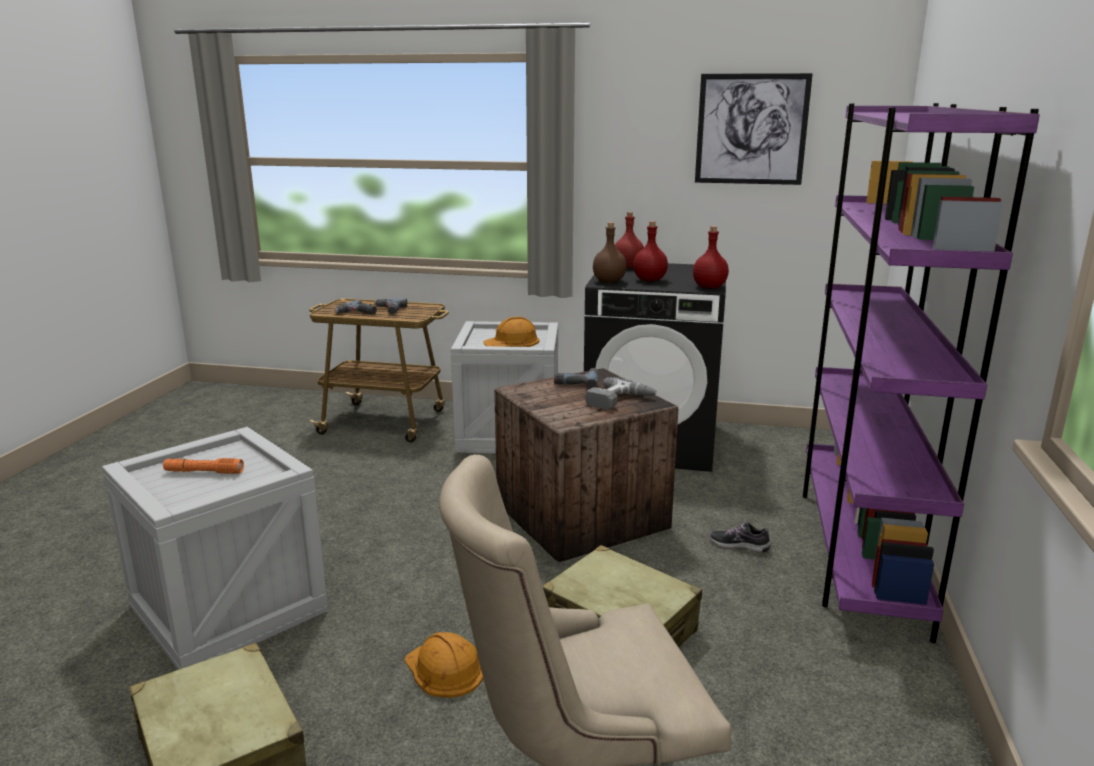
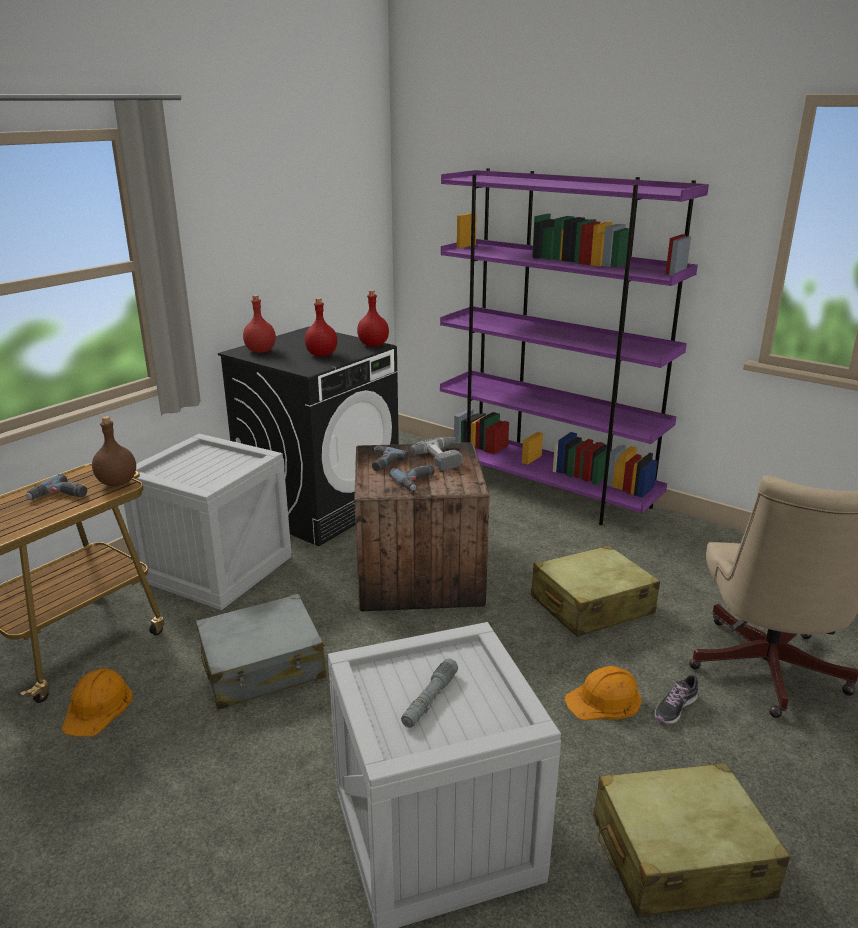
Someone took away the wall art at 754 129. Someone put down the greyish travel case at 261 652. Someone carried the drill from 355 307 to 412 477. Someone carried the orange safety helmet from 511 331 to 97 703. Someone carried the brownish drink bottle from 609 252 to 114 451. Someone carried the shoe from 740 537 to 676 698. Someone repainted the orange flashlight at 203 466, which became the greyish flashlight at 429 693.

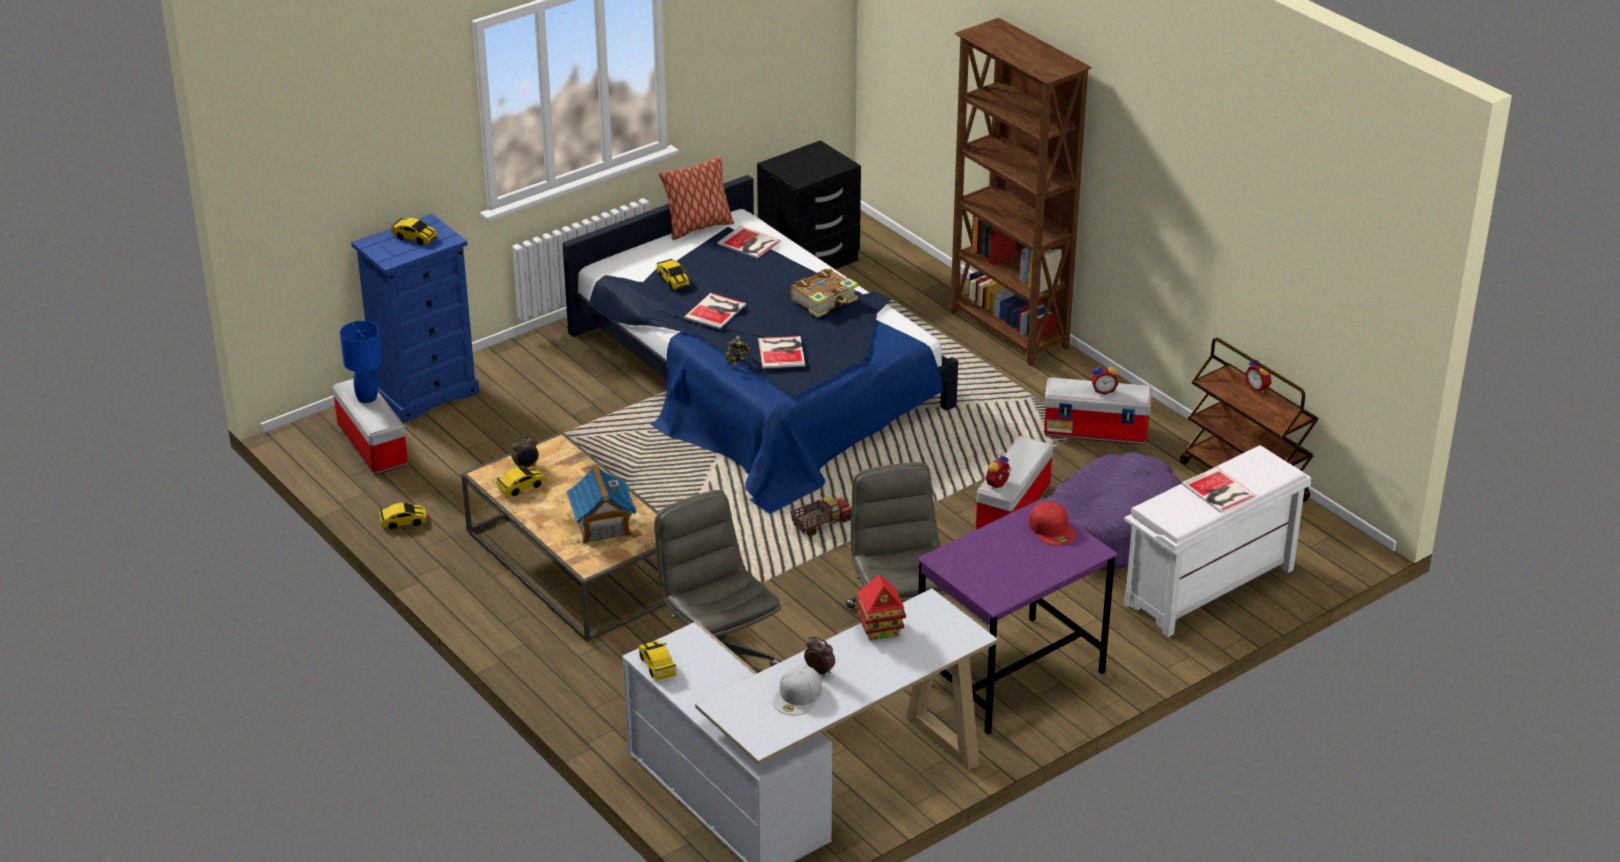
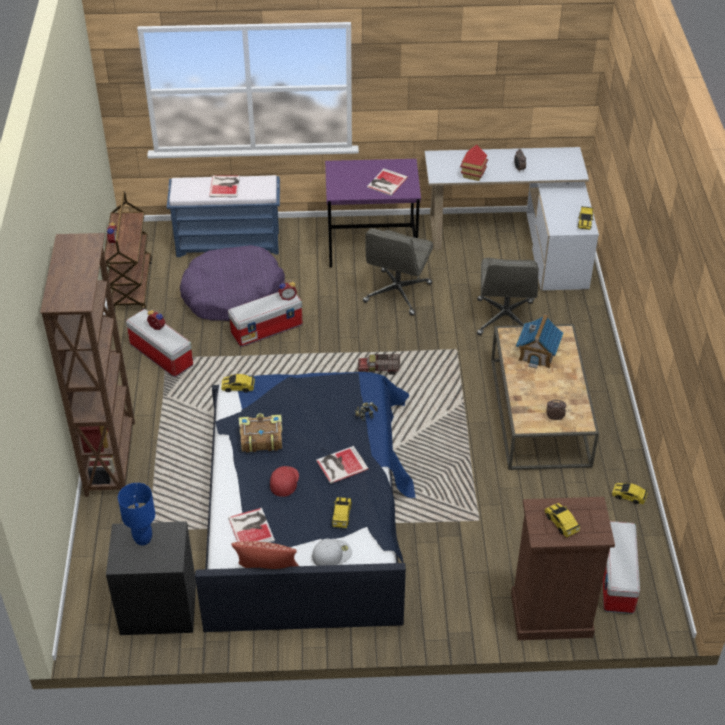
Someone carried the blue-coloured tabletop lamp from 361 362 to 136 514. Someone carried the toy car from 520 481 to 238 383. Someone carried the book from 781 352 to 387 182. Someone carried the white baseball cap from 797 690 to 332 552. Someone carried the red baseball cap from 1052 523 to 284 481. Someone repainted the blue-coloured dresser at 415 318, which became the brownish dresser at 563 568. Someone repainted the white bench at 1217 541, which became the blue-coloured bench at 223 216.

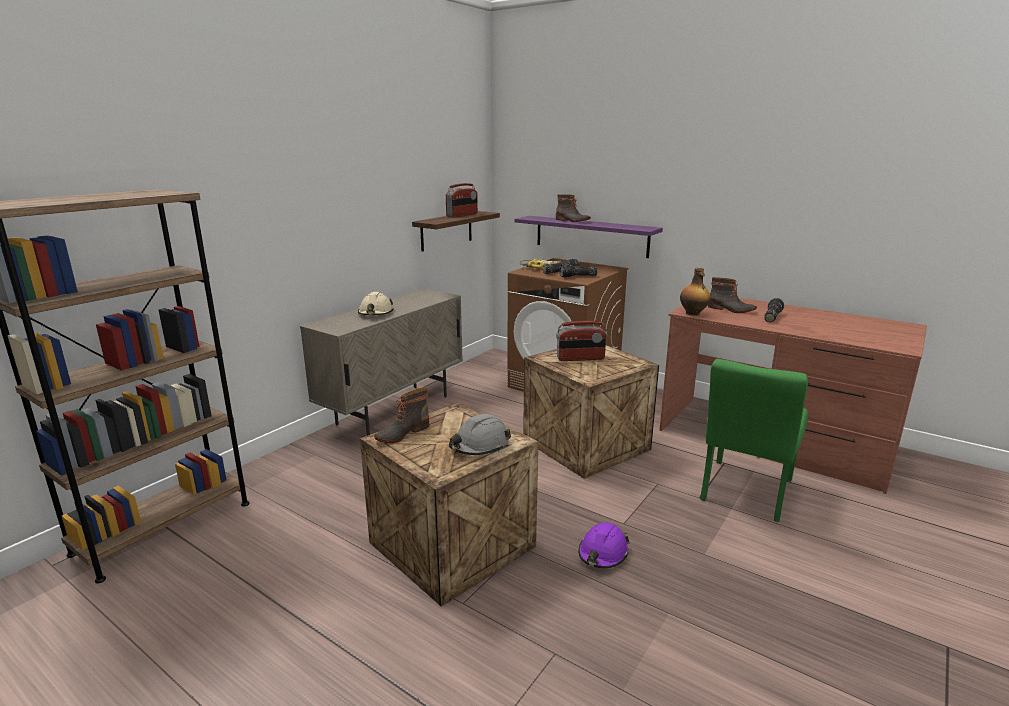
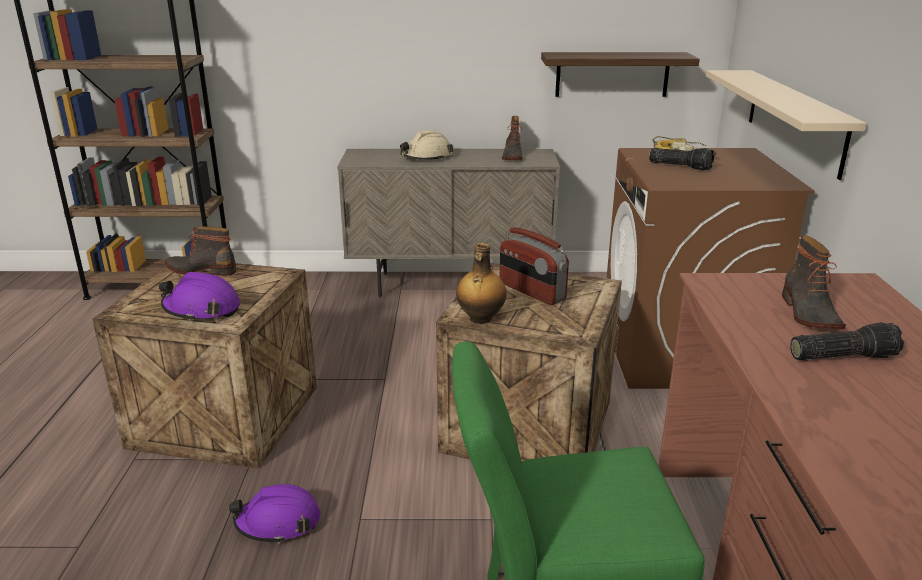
Someone took away the radio receiver at 462 200. Someone took away the flashlight at 578 270. Someone carried the boot from 573 208 to 512 138. Someone carried the drink bottle from 695 292 to 481 283. Someone repainted the greyish safety helmet at 480 434, which became the purple-coloured safety helmet at 199 297. Someone repainted the purple-coloured bracket shelf at 589 237, which became the beige-coloured bracket shelf at 786 125.

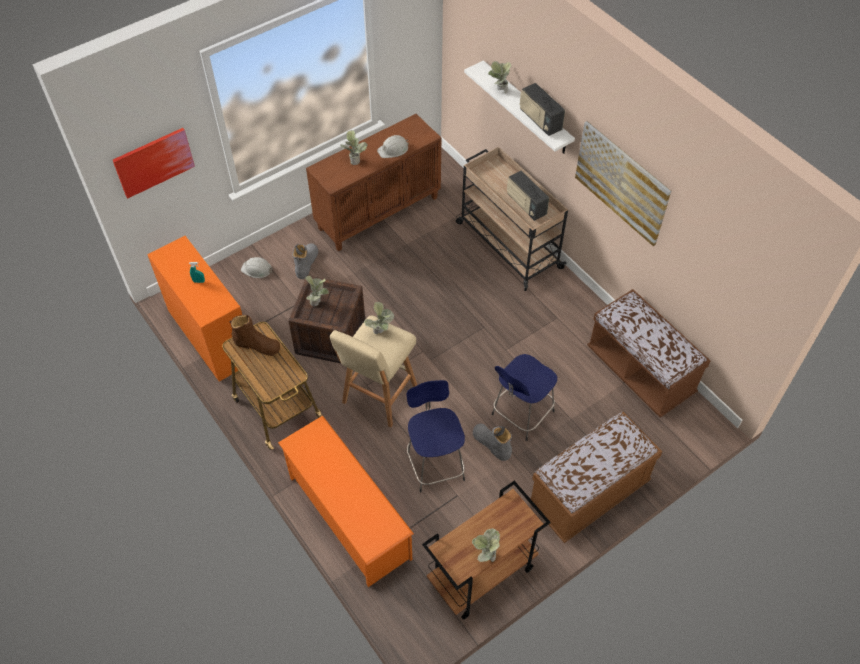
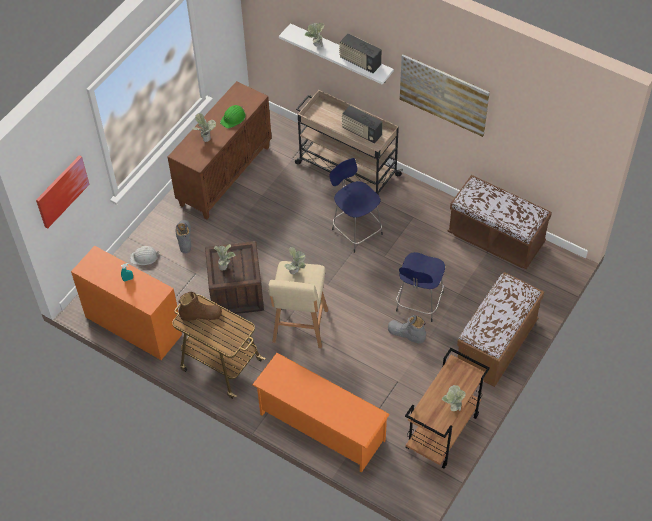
Someone carried the blue-coloured stool seat from 436 436 to 356 205. Someone repainted the white safety helmet at 393 146, which became the green safety helmet at 233 116.

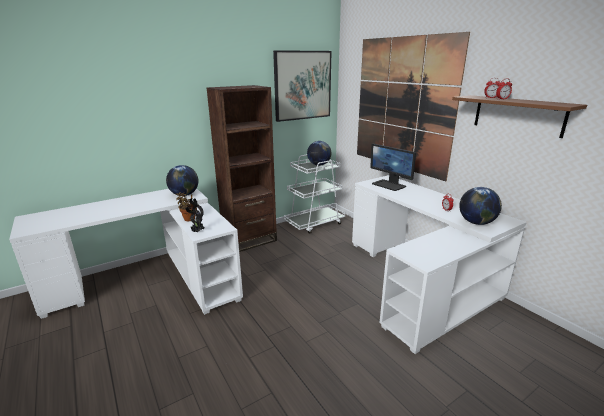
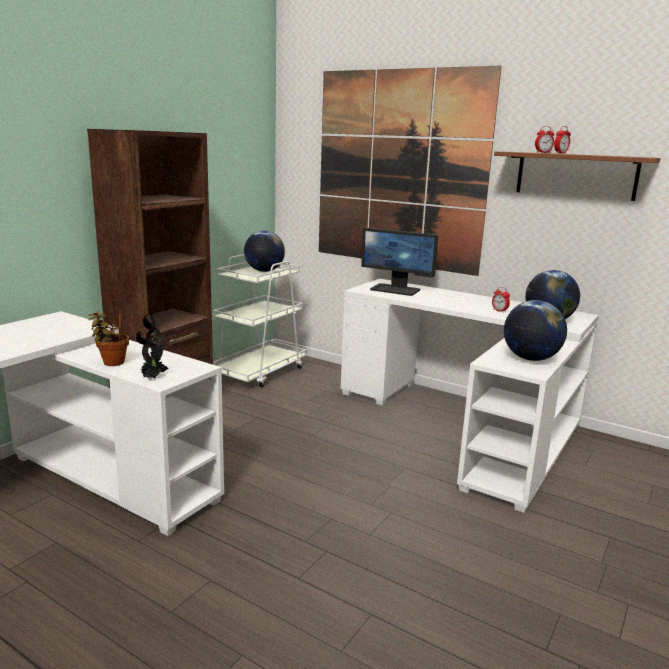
Someone took away the wall art at 302 86. Someone carried the world globe from 182 180 to 535 330.

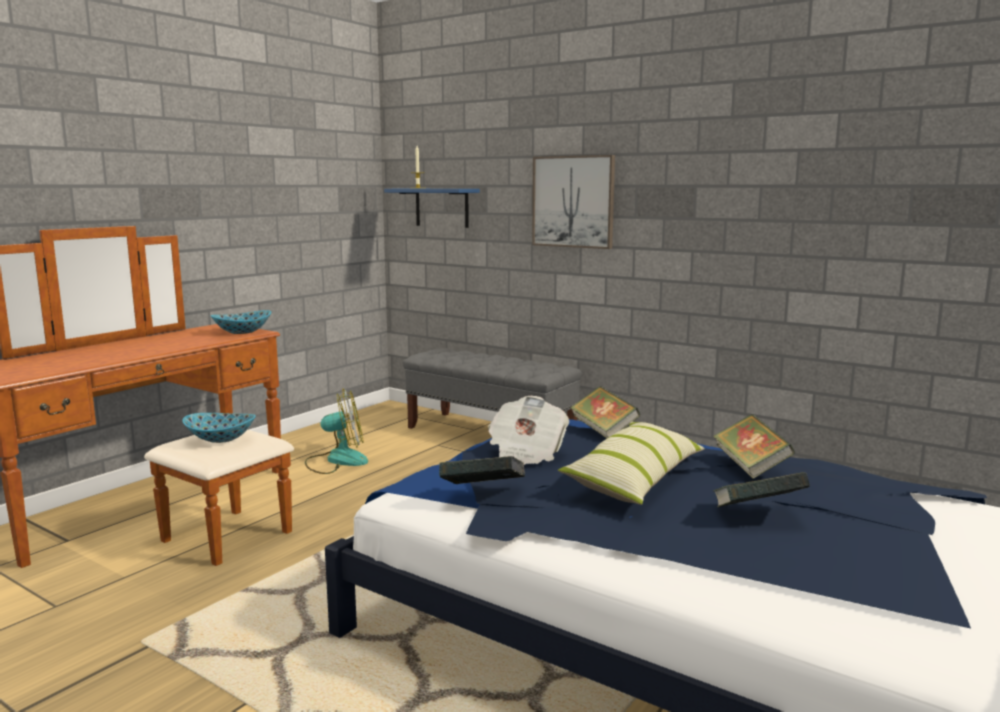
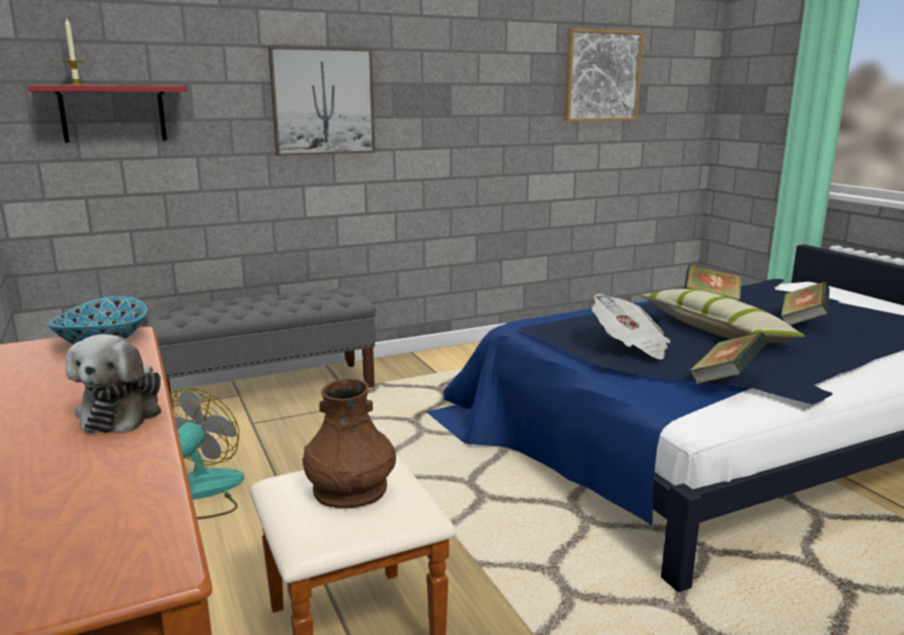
Someone took away the book at 605 412. Someone put down the soft toy at 113 383. Someone put up the wall art at 604 75. Someone swapped the serving bowl at 219 428 for the brownish decorative vase at 349 444. Someone repainted the blue-coloured bracket shelf at 432 208, which became the red bracket shelf at 107 114.

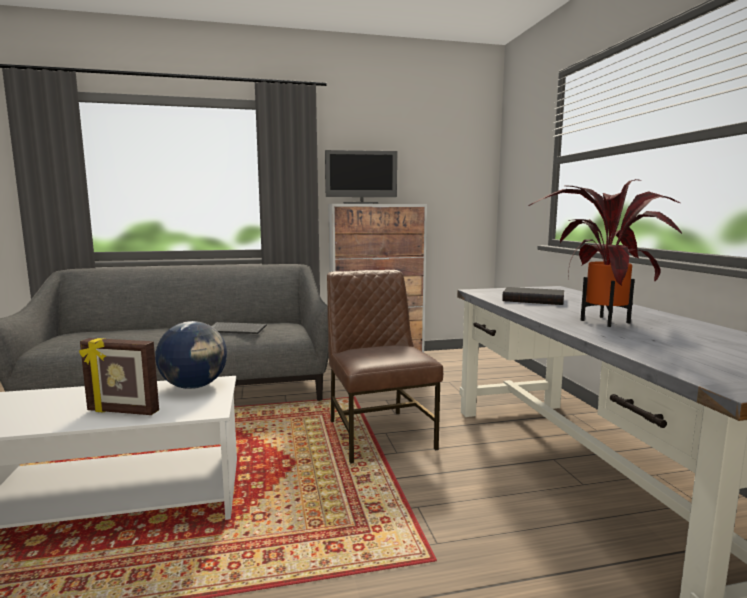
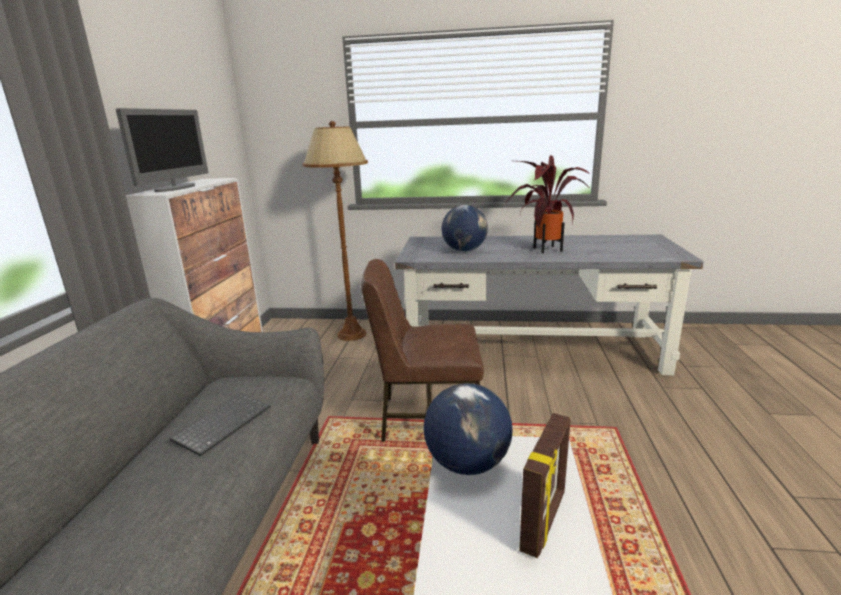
Someone put down the brownish standard lamp at 335 231. Someone swapped the black-coloured book at 533 296 for the world globe at 464 228.

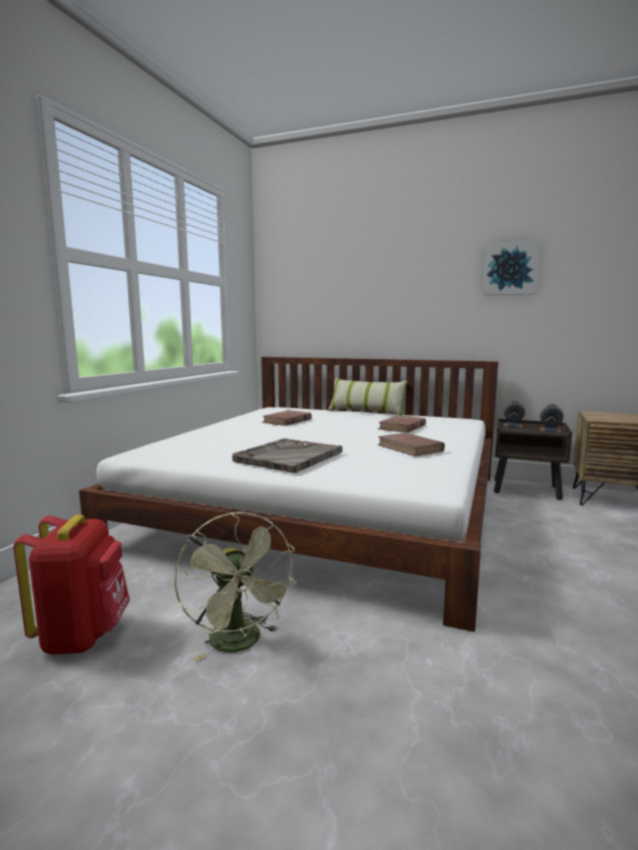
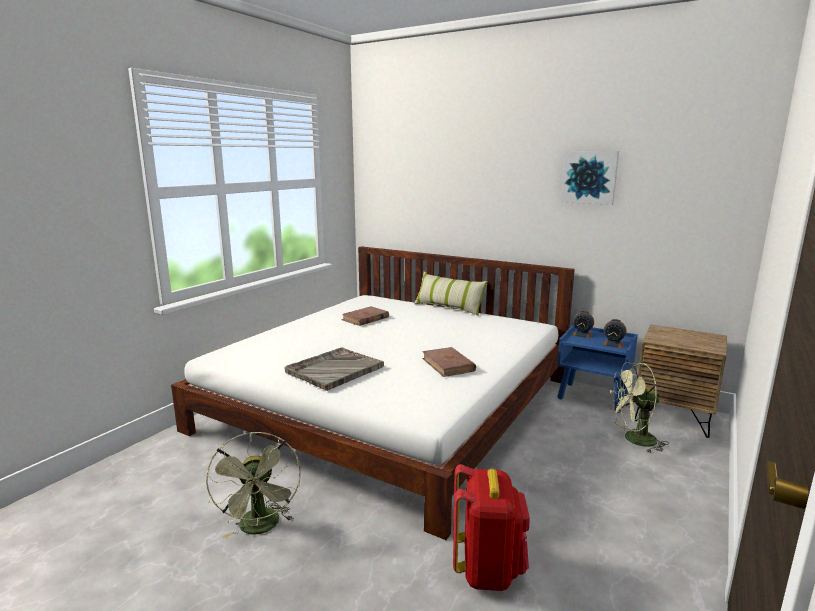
Someone took away the brownish book at 401 424. Someone put down the green electric fan at 639 407. Someone carried the red knapsack from 71 585 to 491 527. Someone repainted the brownish night table at 533 459, which became the blue-coloured night table at 597 368.

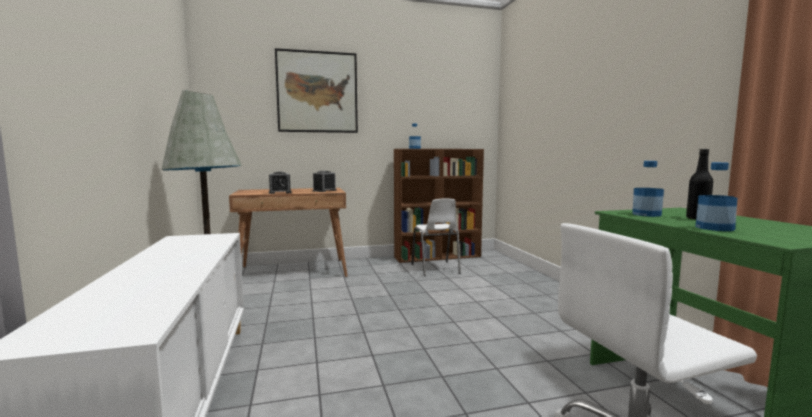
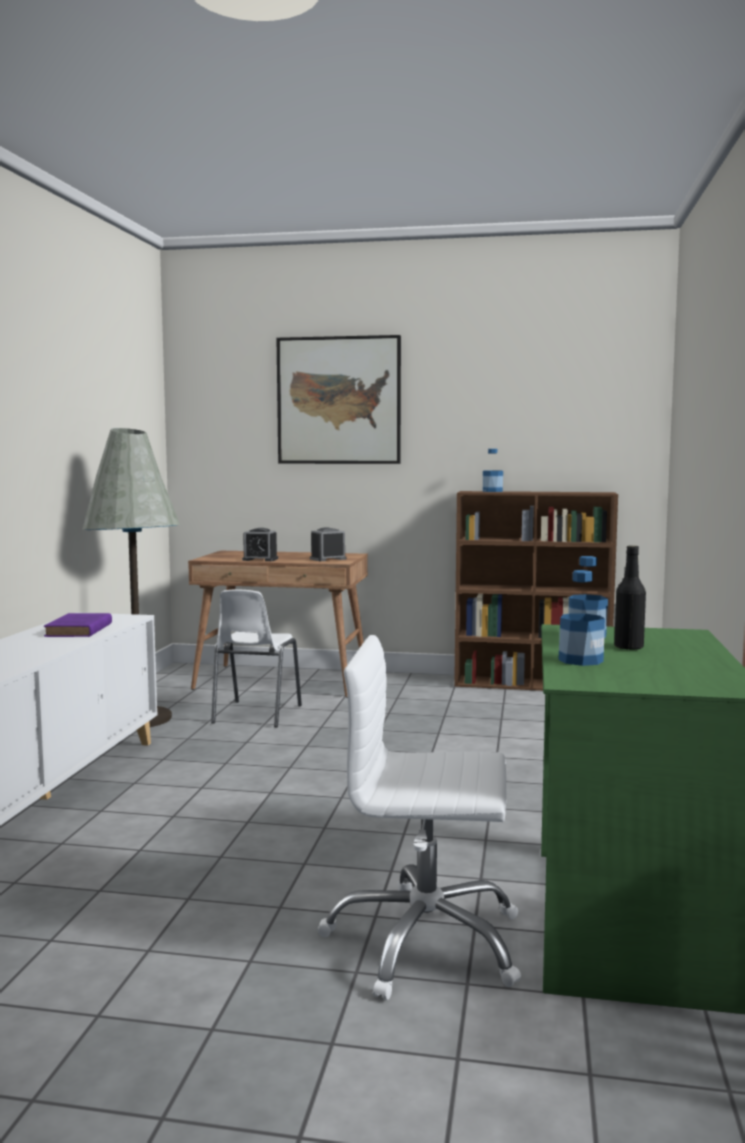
Someone put down the purple-coloured book at 78 625. Someone carried the white chair from 436 237 to 256 658.

